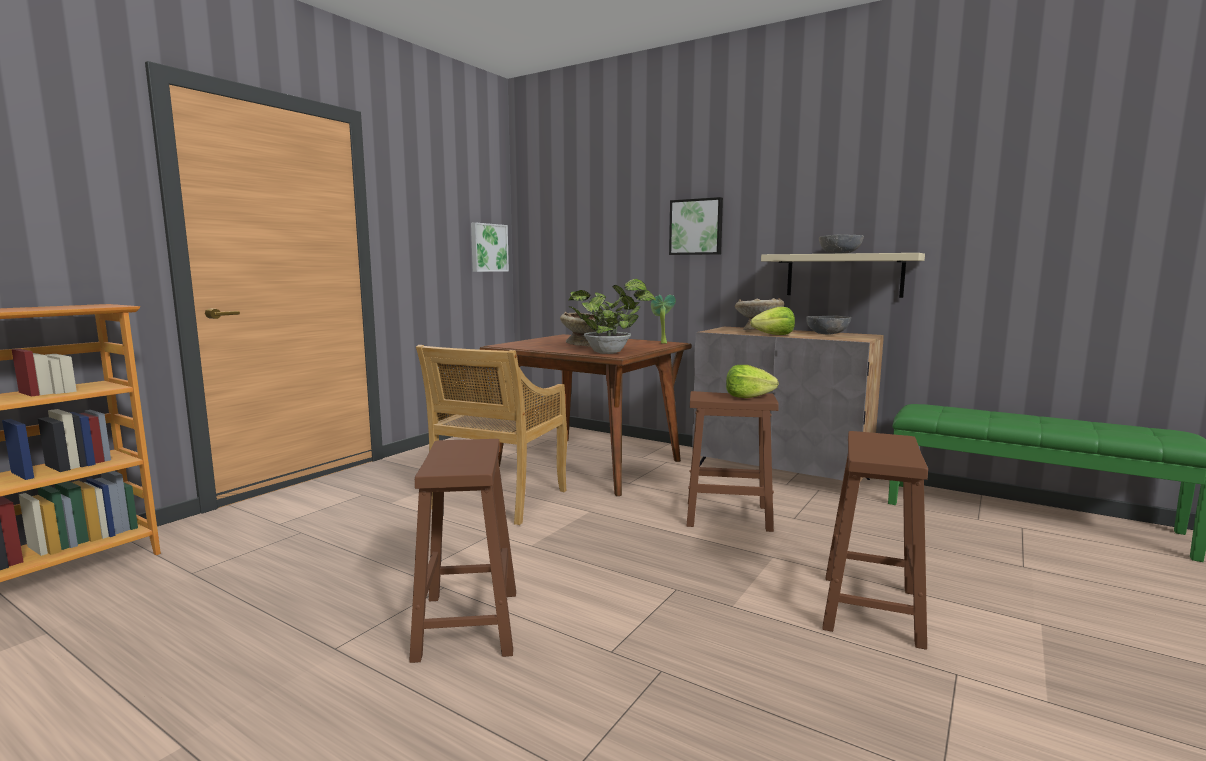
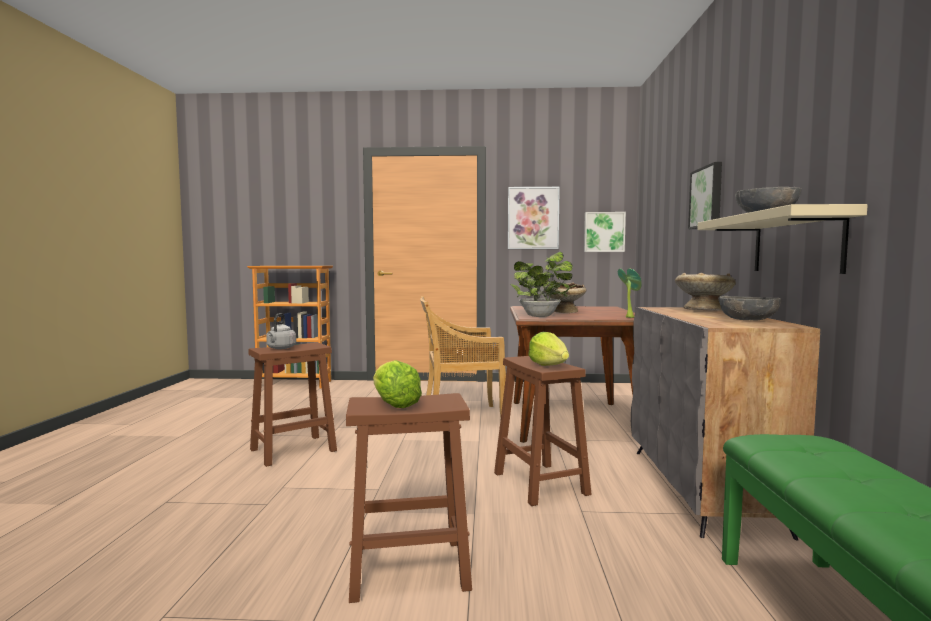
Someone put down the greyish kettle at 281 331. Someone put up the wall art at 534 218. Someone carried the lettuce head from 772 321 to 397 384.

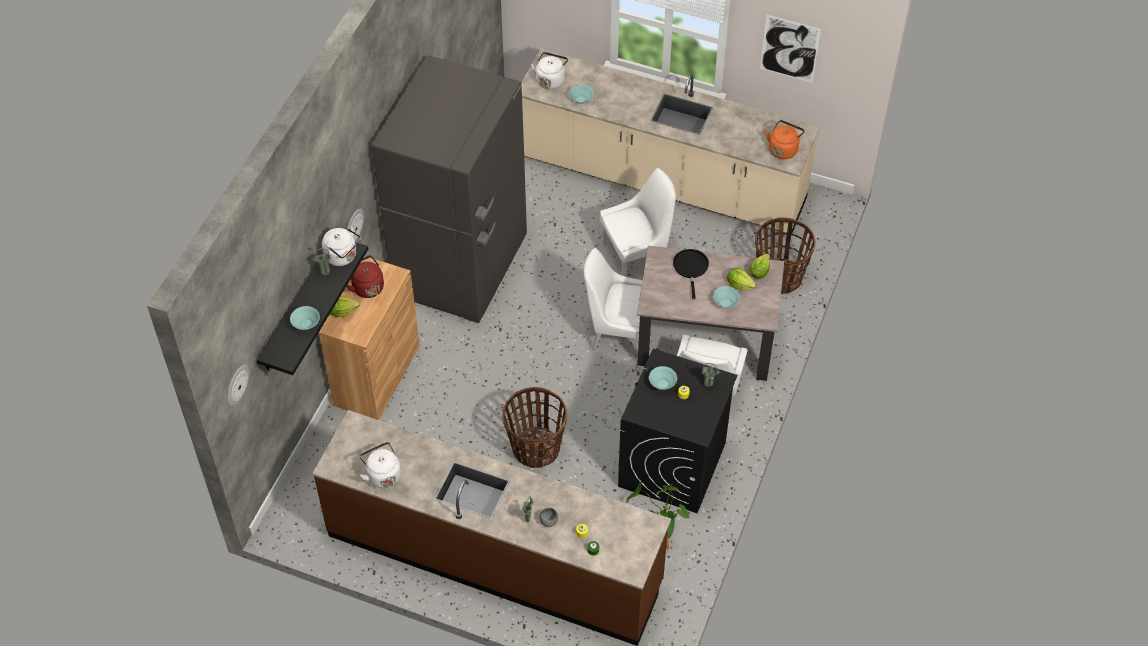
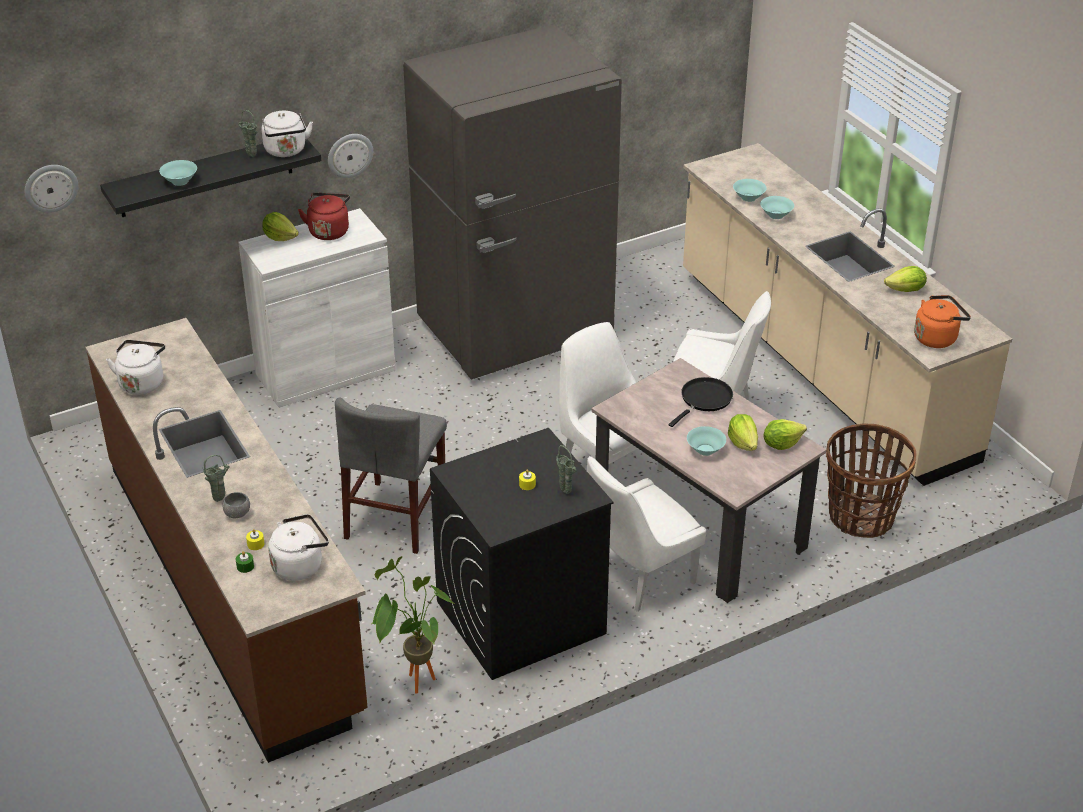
Someone took away the wall art at 790 49. Someone put down the lettuce head at 905 279. Someone carried the white kettle from 549 70 to 298 547. Someone carried the turquoise serving bowl from 663 378 to 777 207. Someone swapped the basket at 534 427 for the greyish chair at 391 475. Someone repainted the brownish cabinet at 369 338, which became the white cabinet at 317 308.

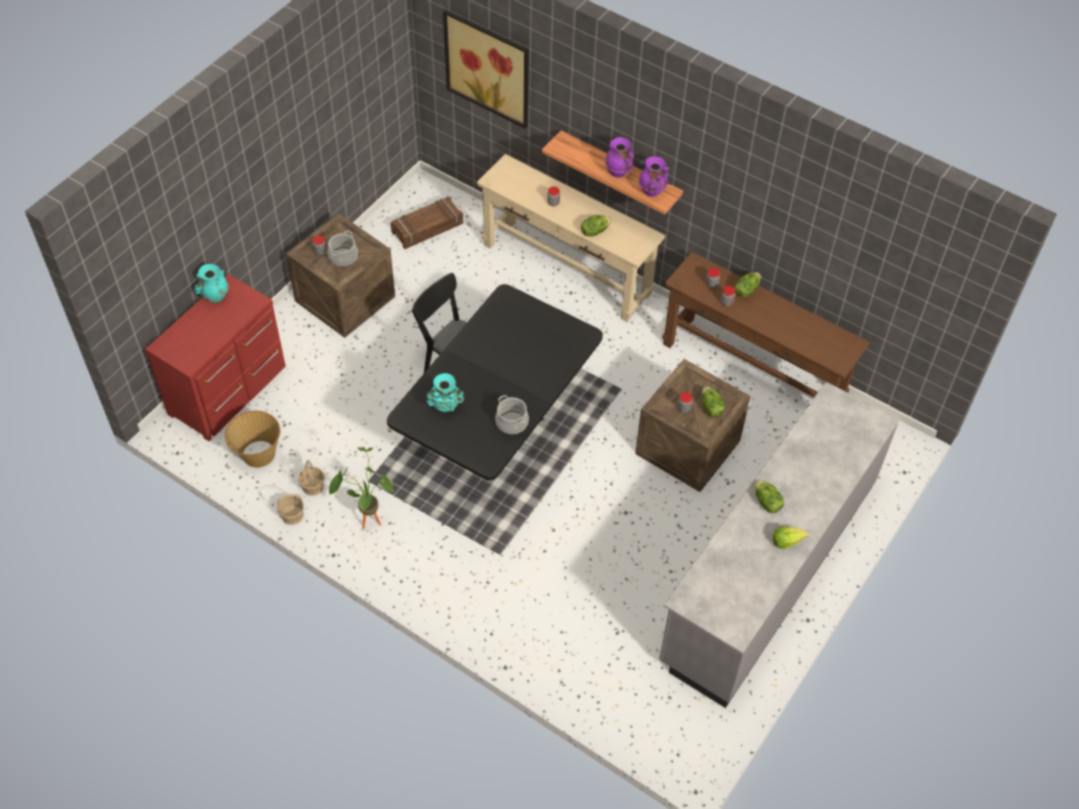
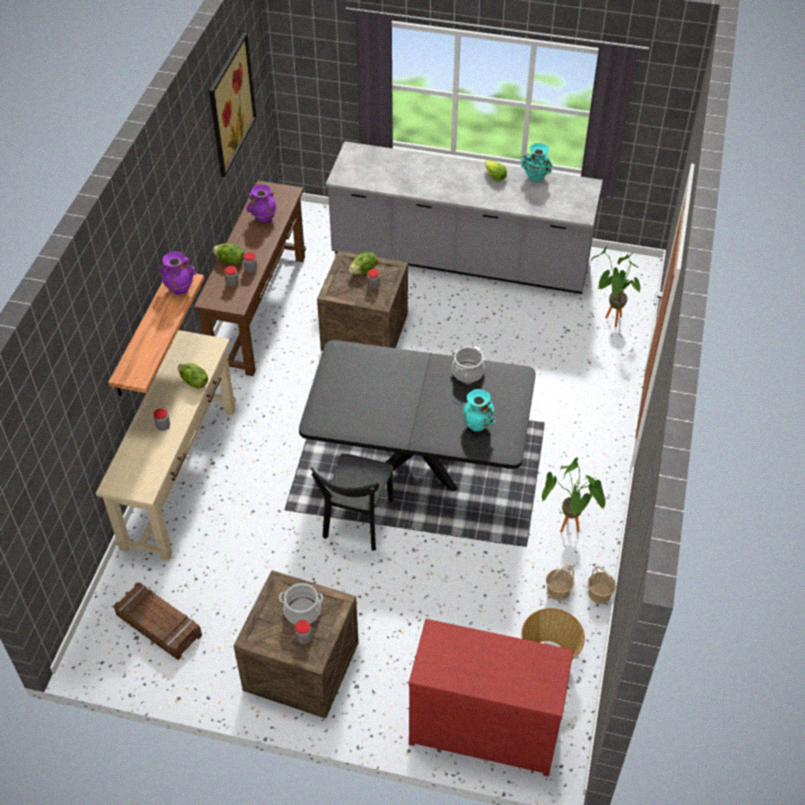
Someone took away the lettuce head at 769 496. Someone put down the houseplant at 615 286. Someone carried the turquoise decorative vase from 211 283 to 536 162. Someone carried the wall art from 486 69 to 233 104. Someone carried the purple-coloured decorative vase from 619 157 to 262 204.

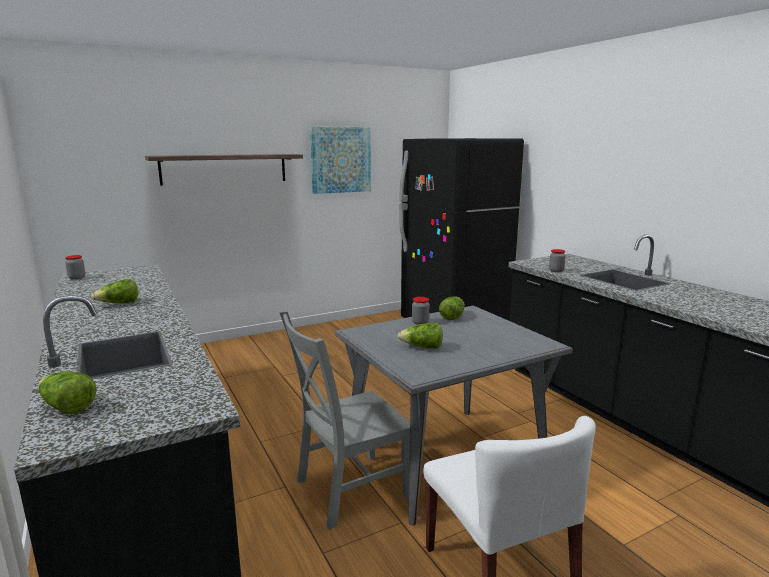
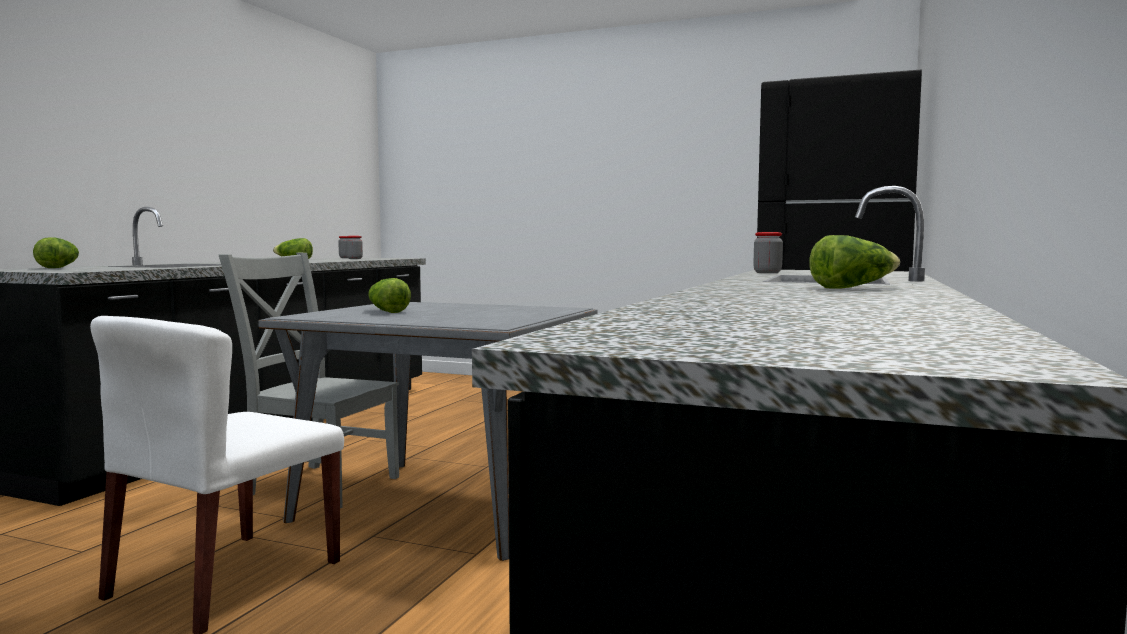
Someone took away the bracket shelf at 224 169. Someone took away the wall art at 340 160. Someone carried the jar from 421 311 to 354 247. Someone carried the lettuce head from 452 308 to 854 262.

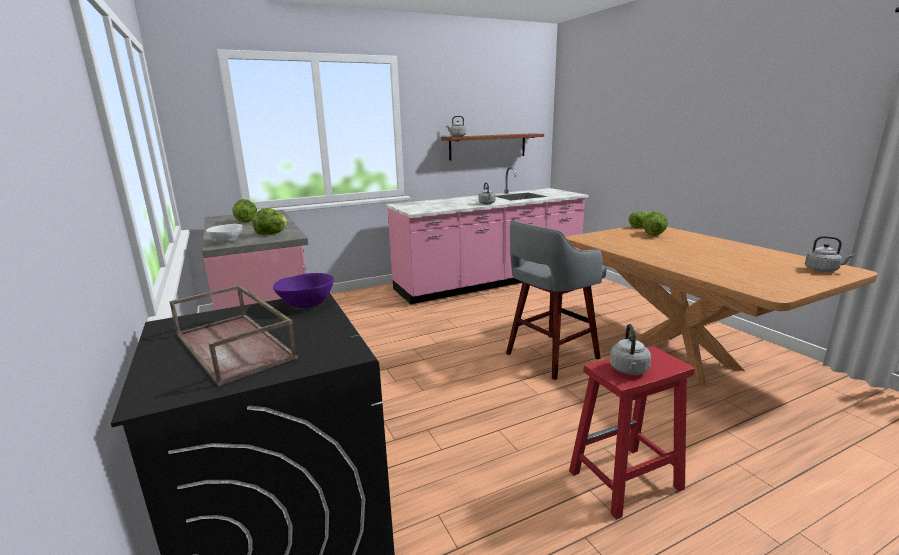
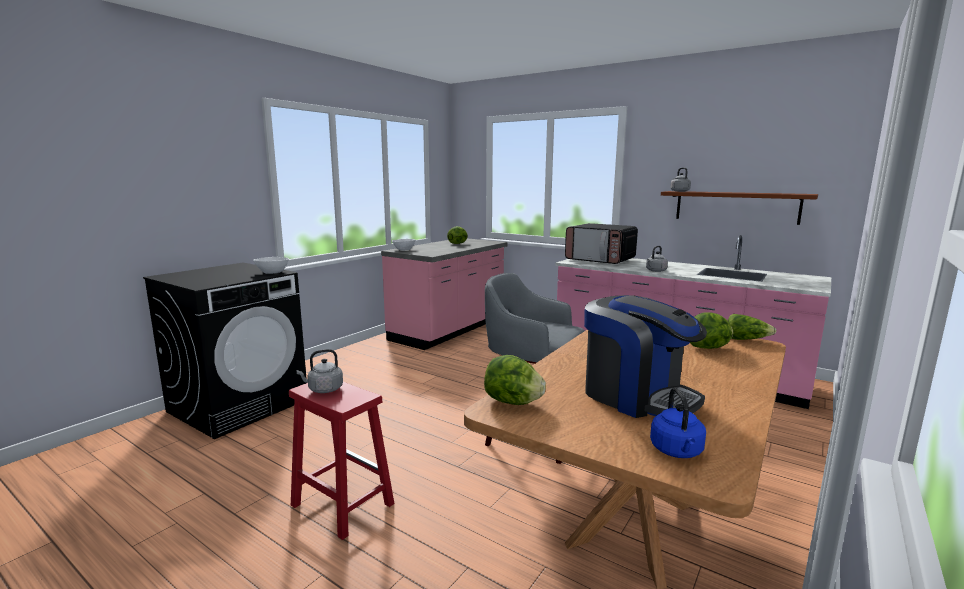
Someone took away the brownish serving tray at 233 336. Someone put down the kitchen microwave at 601 243. Someone put down the coffee brewer at 645 356. Someone carried the lettuce head from 270 221 to 515 380. Someone repainted the purple-coloured serving bowl at 303 290, which became the white serving bowl at 271 265. Someone repainted the greyish kettle at 829 254, which became the blue-coloured kettle at 678 423.

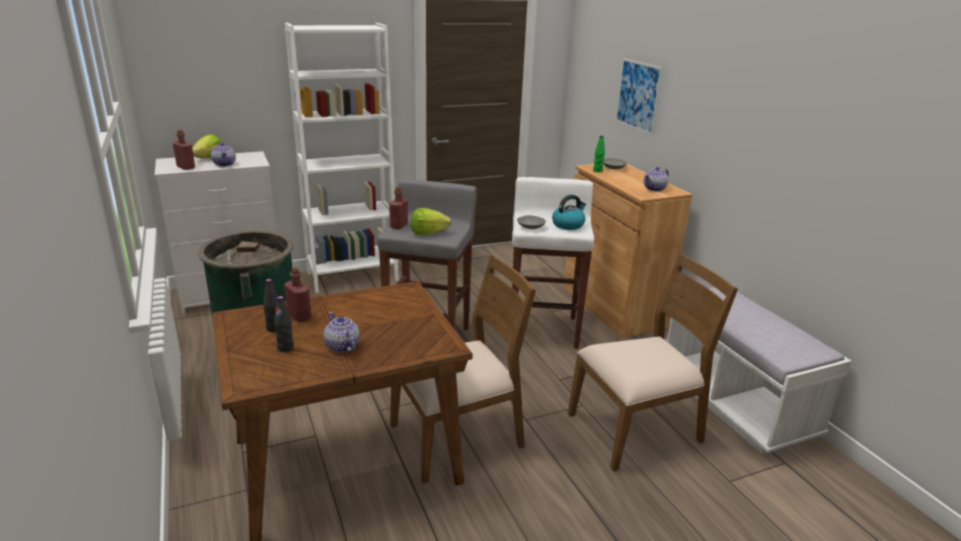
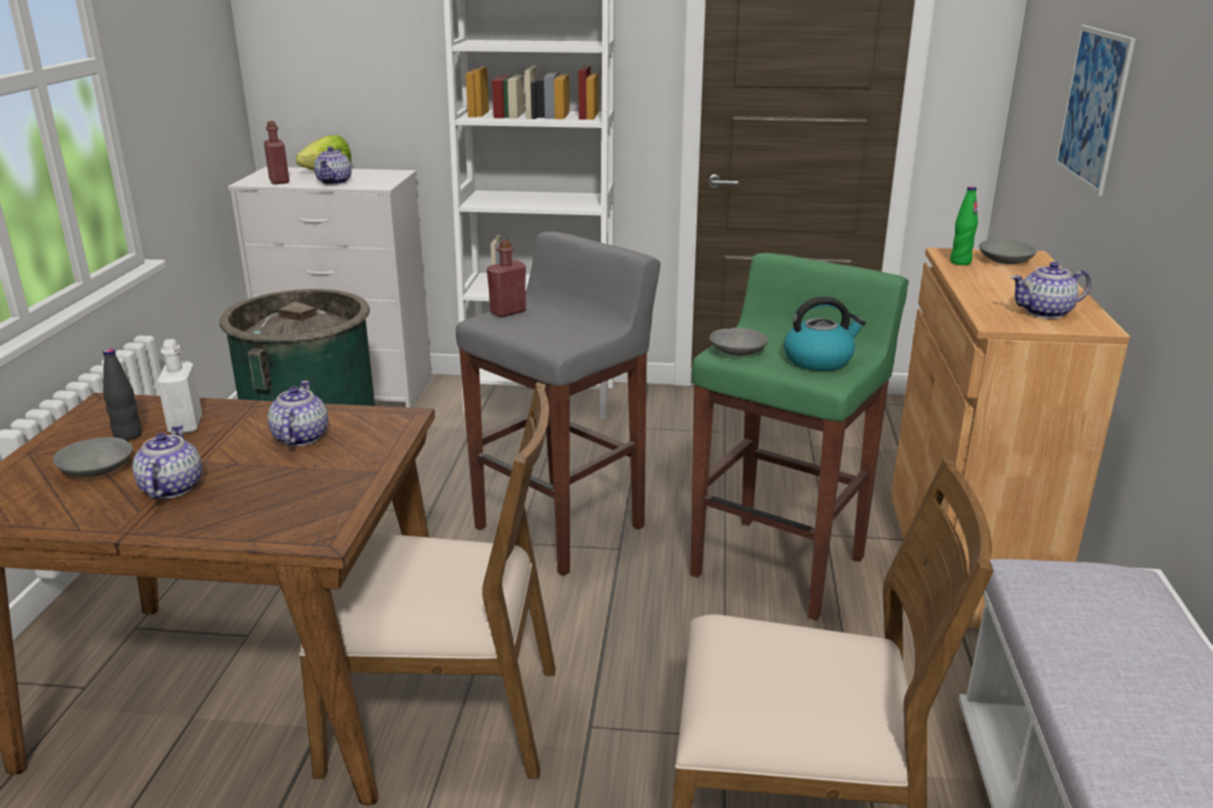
Someone took away the lettuce head at 431 221. Someone put down the teapot at 297 413. Someone swapped the black-coloured drink bottle at 284 324 for the greyish serving bowl at 93 457. Someone repainted the red drink bottle at 298 294, which became the white drink bottle at 179 386. Someone repainted the white stool seat at 553 263, which became the green stool seat at 799 437.

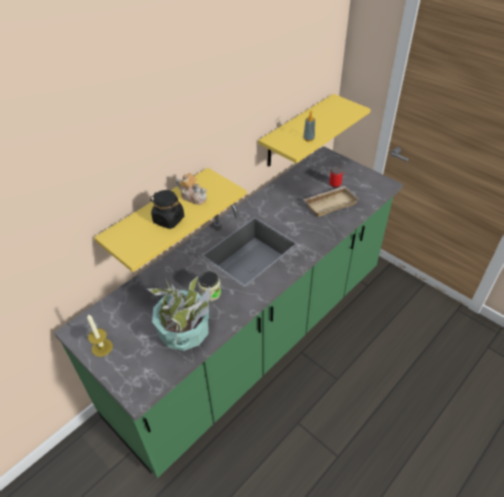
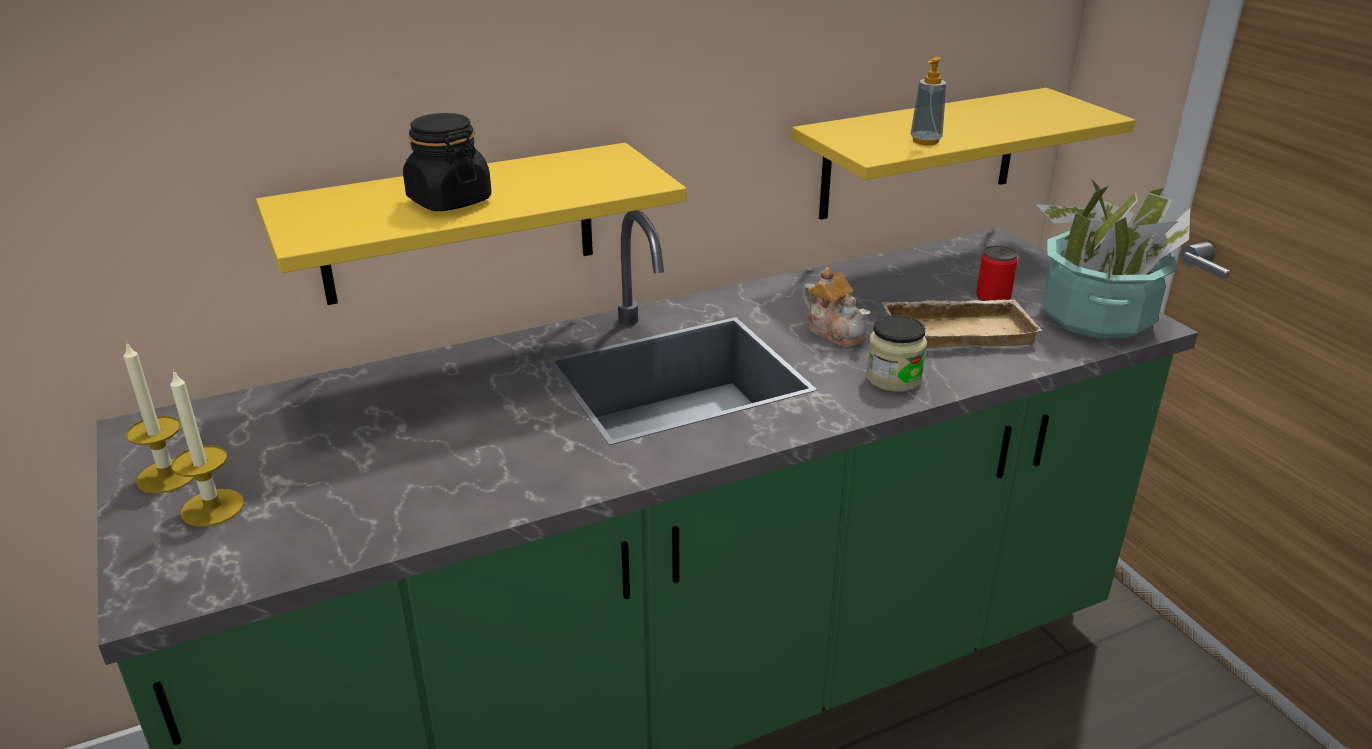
Someone put down the candle at 207 448. Someone carried the houseplant from 178 313 to 1112 258. Someone carried the teapot from 191 189 to 836 307. Someone carried the jar from 209 286 to 896 353.

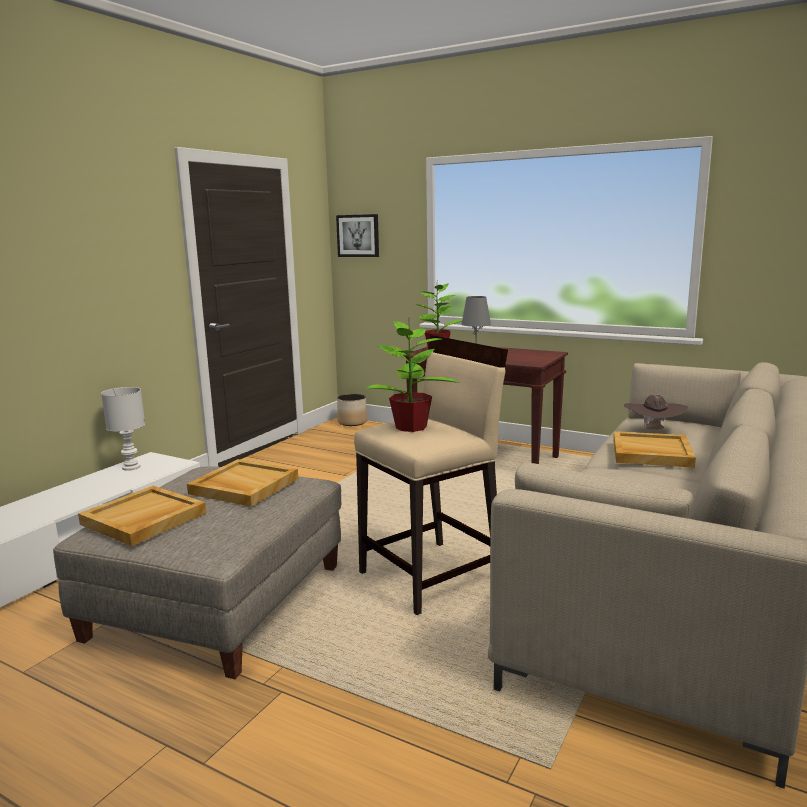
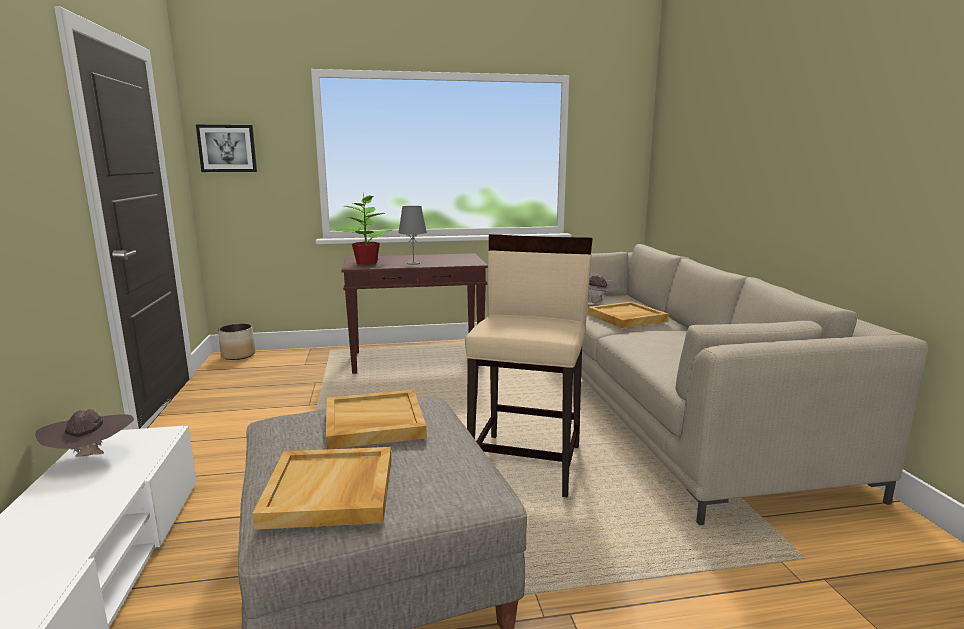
Someone took away the houseplant at 413 376. Someone swapped the white tabletop lamp at 123 429 for the brownish wearable hat at 84 433.

